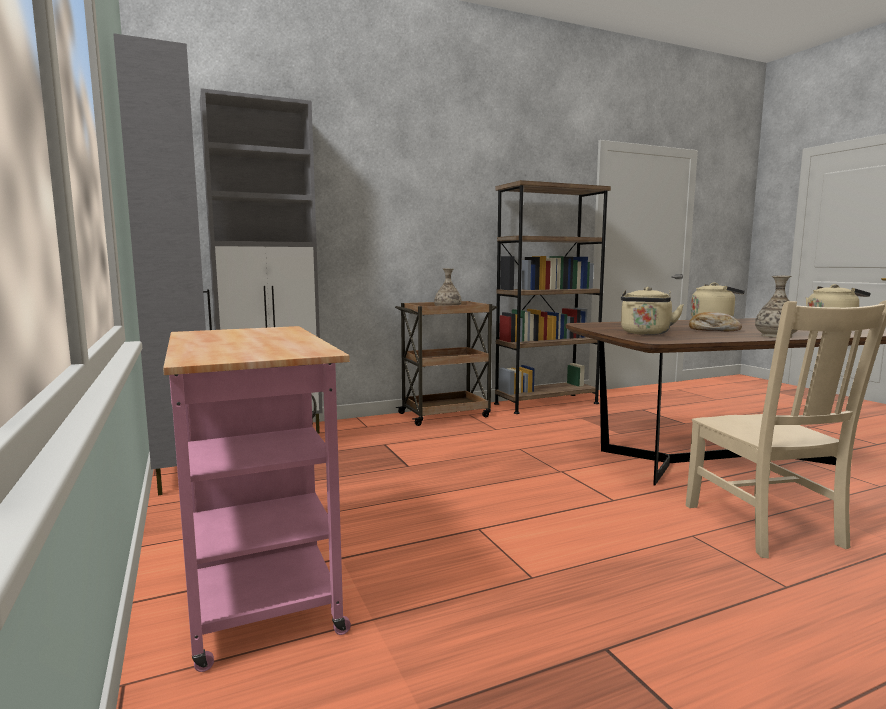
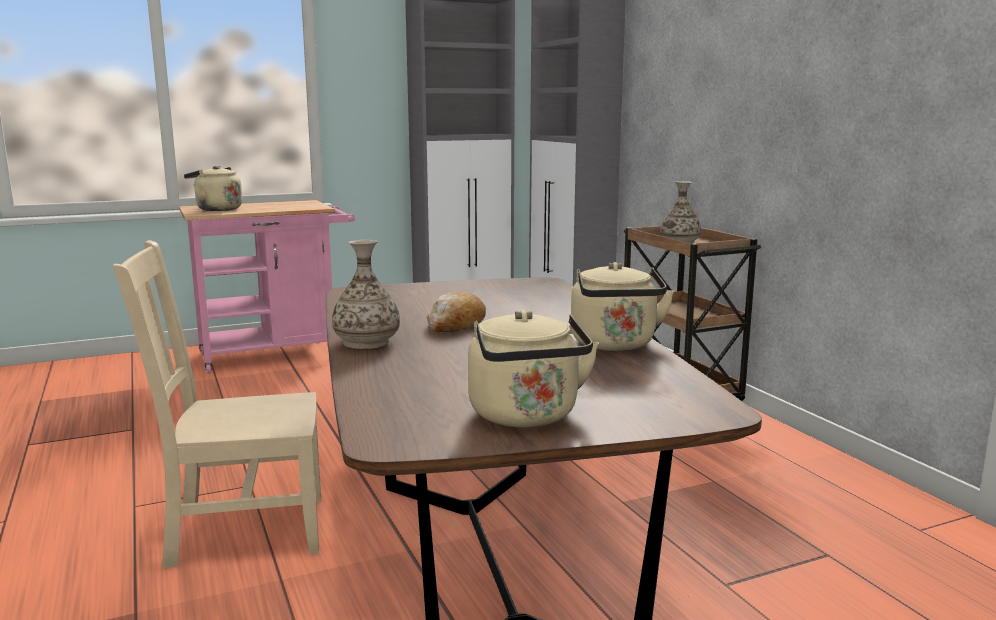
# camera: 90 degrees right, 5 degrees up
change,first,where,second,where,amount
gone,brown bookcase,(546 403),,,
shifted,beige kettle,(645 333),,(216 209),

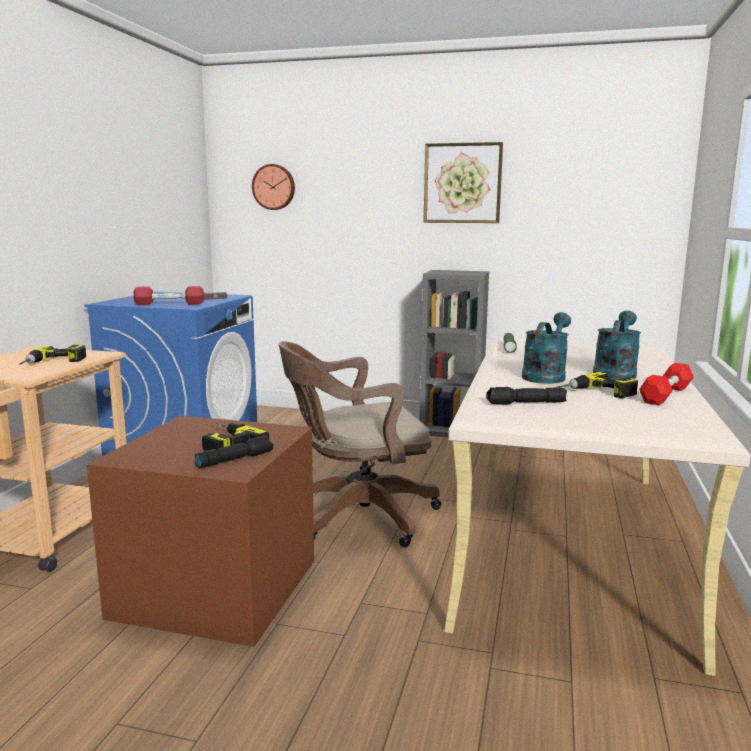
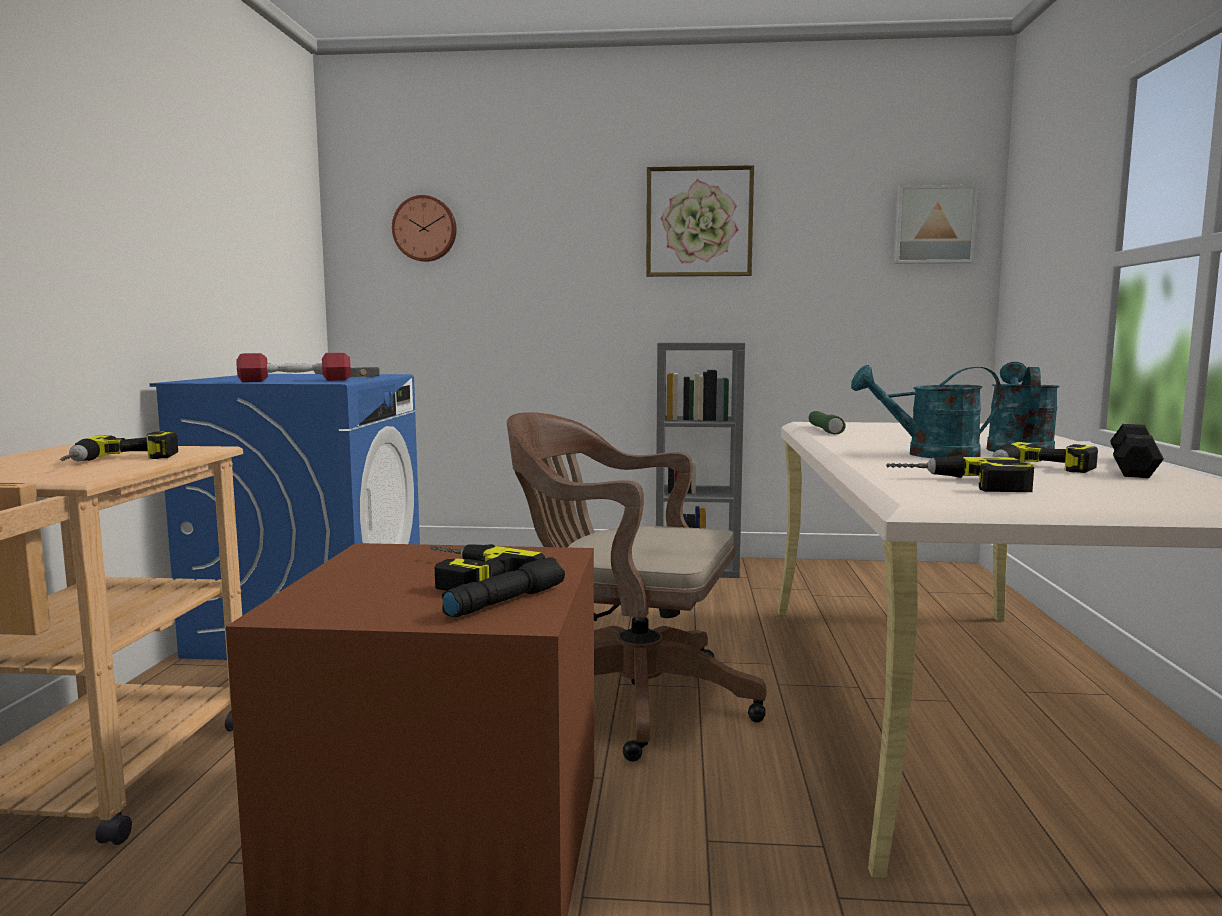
# camera: 10 degrees left, 5 degrees down
change,first,where,second,where,amount
new,,,picture,(933 225),
swapped,black flashlight,(525 404),power drill,(962 484),
repainted,red dumbbell,(666 395),black dumbbell,(1133 467),
rotated,brown office chair,(356 516),,(626 698),45 degrees clockwise
rotated,turquoise watering can,(545 376),,(930 455),105 degrees counterclockwise

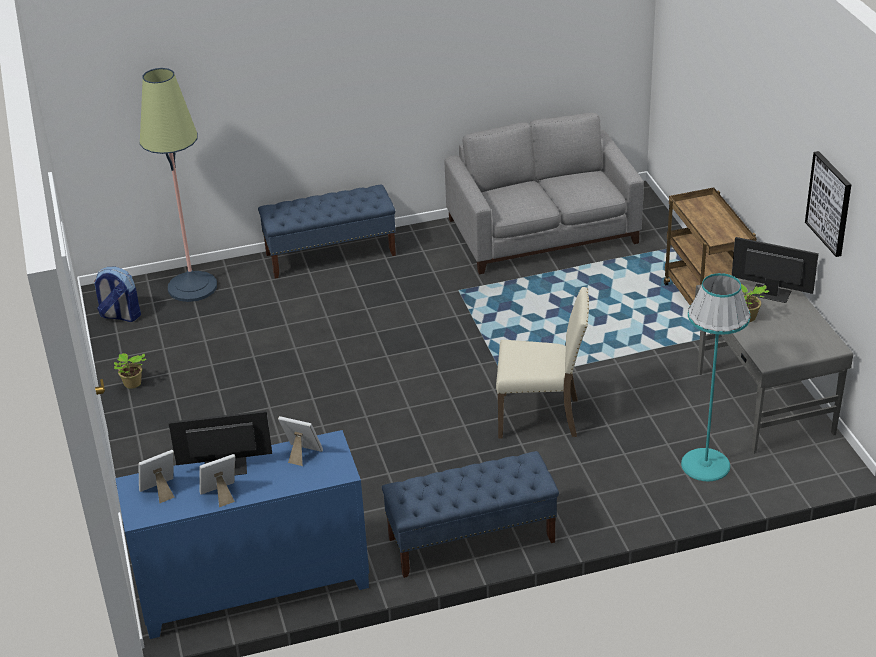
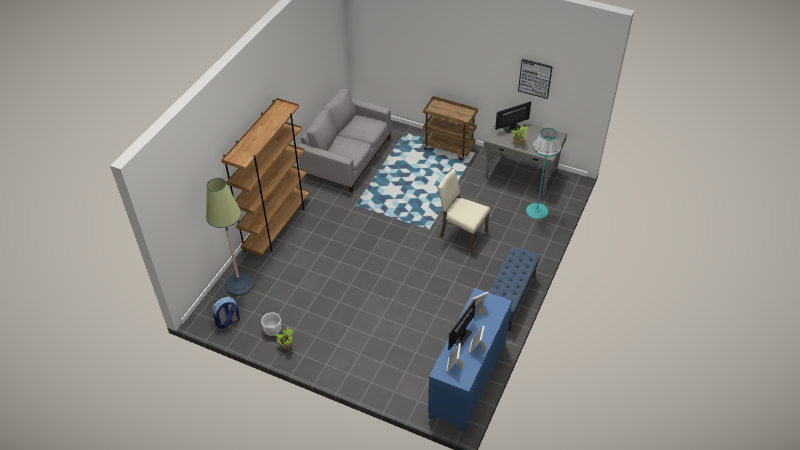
# camera: 50 degrees left, 10 degrees up
change,first,where,second,where,amount
new,,,white planter,(273 330),
swapped,blue bench,(331 254),brown bookcase,(277 226),
rotated,beige chair,(541 416),,(461 234),105 degrees counterclockwise

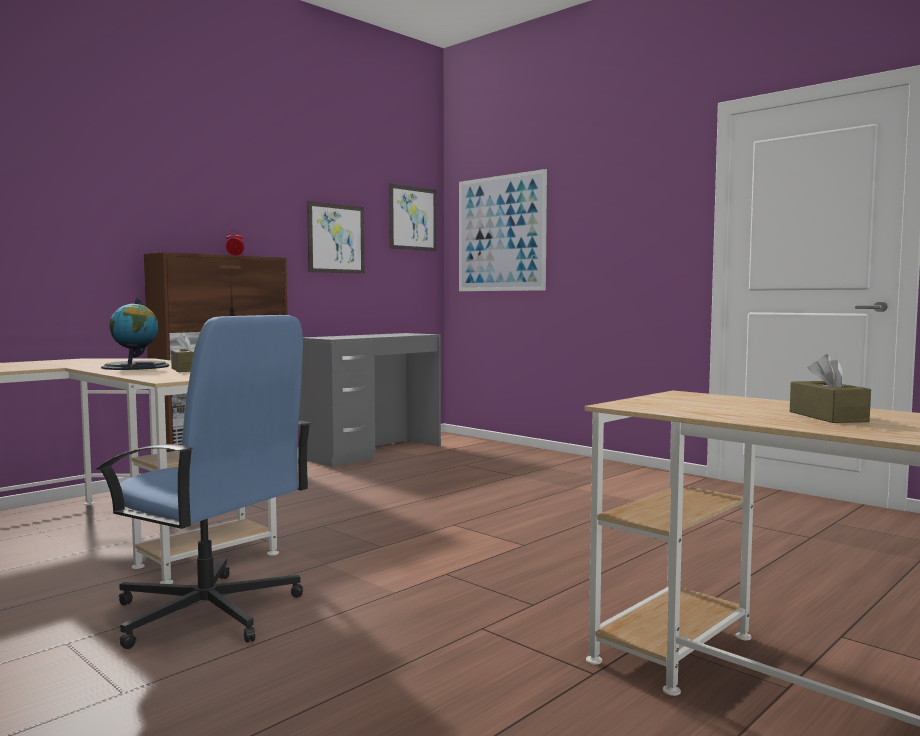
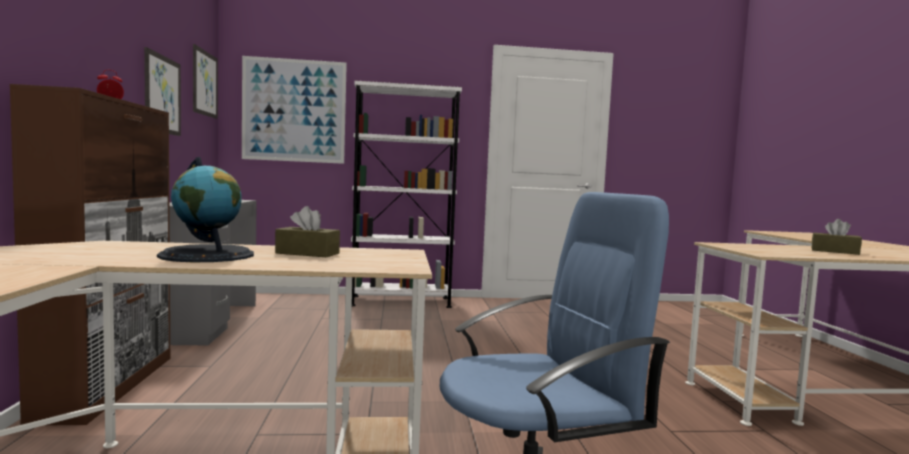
# camera: 50 degrees left, 0 degrees up
change,first,where,second,where,amount
new,,,white bookcase,(401 301),

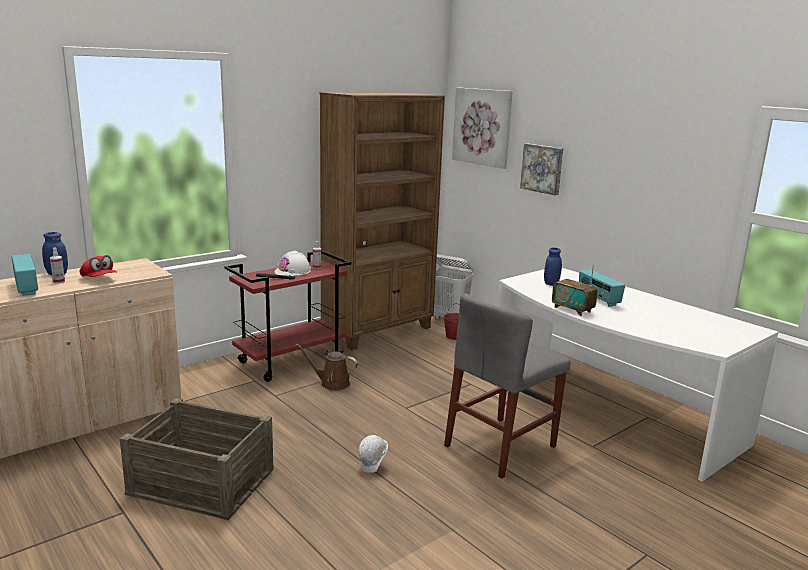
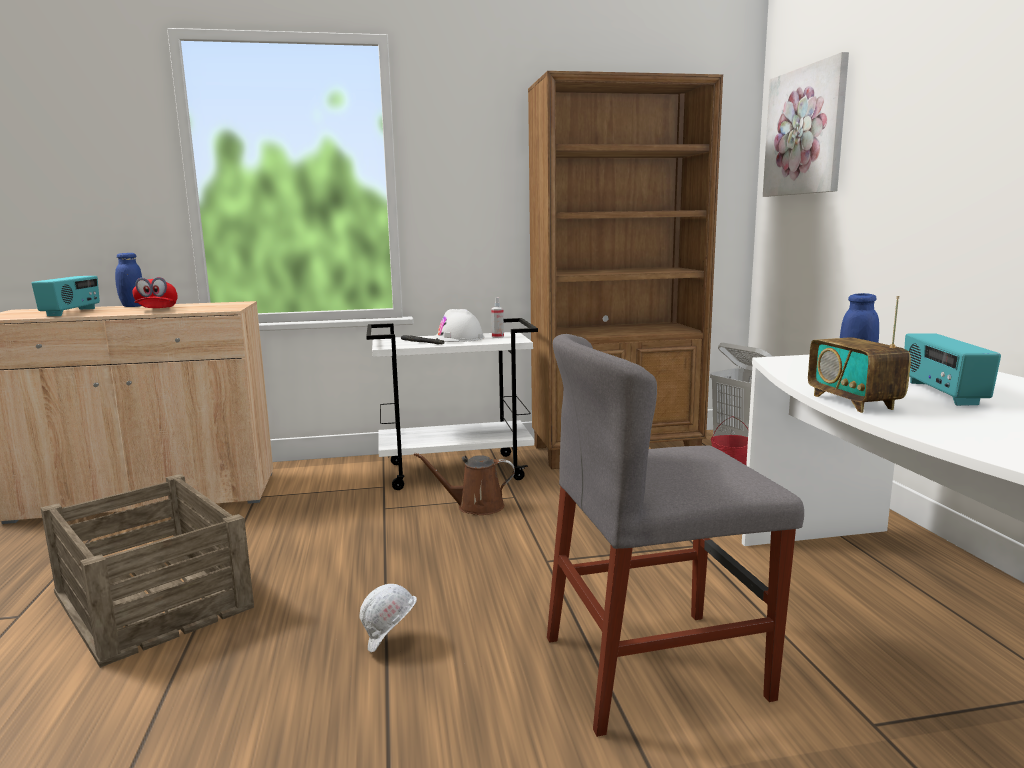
# camera: 30 degrees right, 5 degrees down
change,first,where,second,where,amount
gone,spray bottle,(59 281),,,
gone,picture,(542 168),,,
repainted,red cart,(291 361),white cart,(456 471),
rotated,brown watering can,(332 383),,(475 507),45 degrees counterclockwise

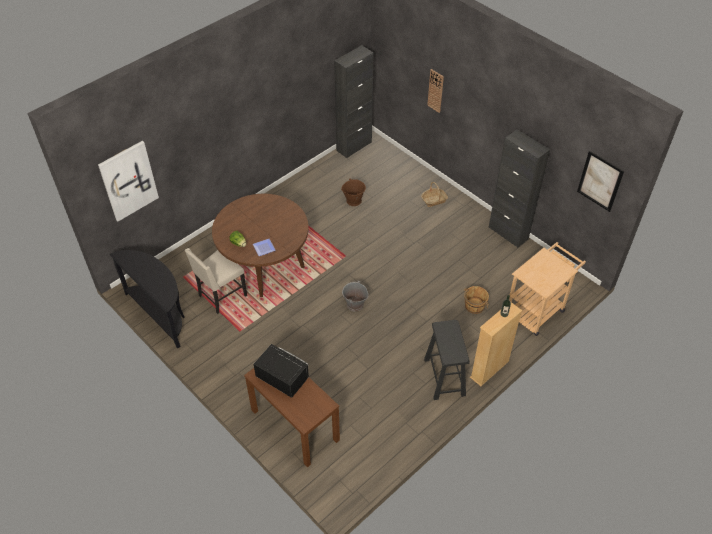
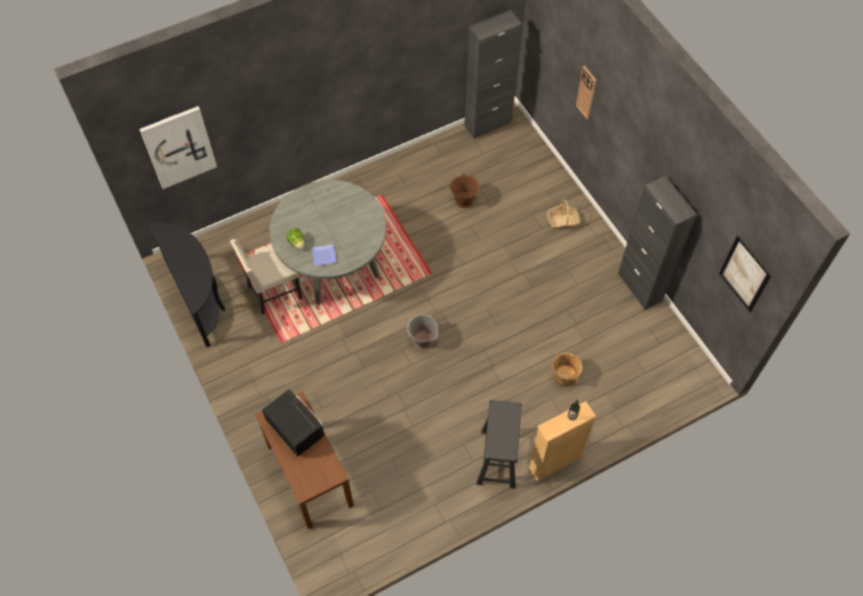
# camera: 15 degrees right, 10 degrees up
change,first,where,second,where,amount
gone,beige cart,(538 309),,,
repainted,brown dining table,(265 266),grey dining table,(334 265),

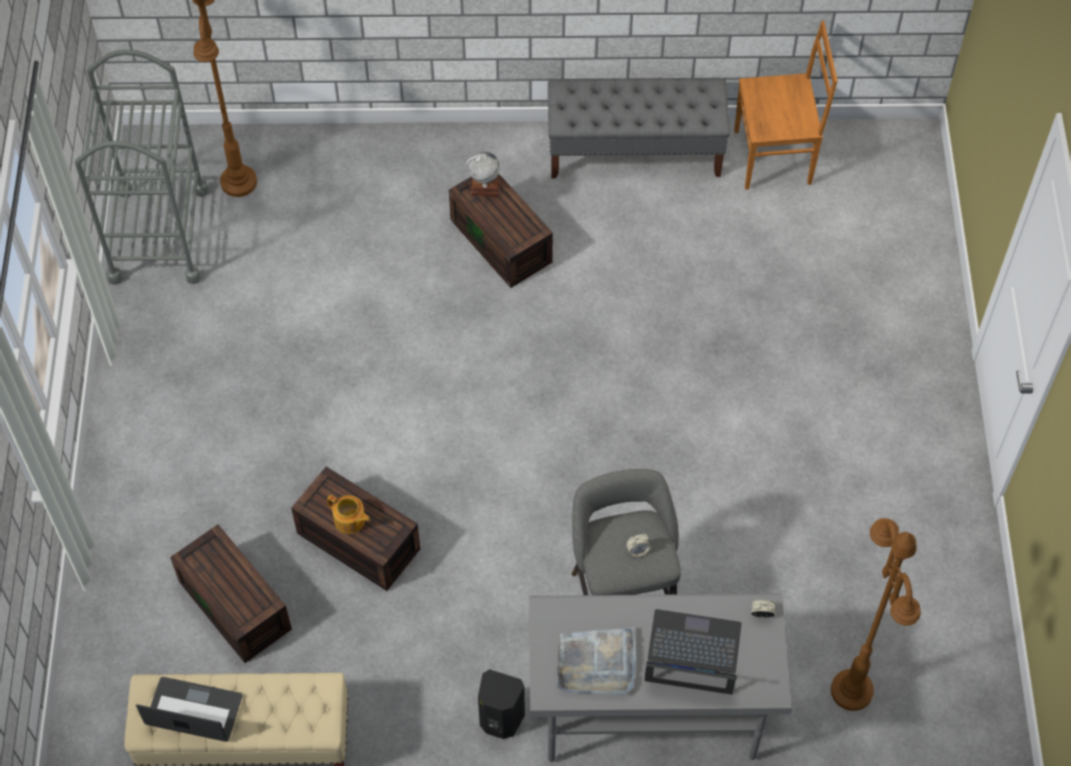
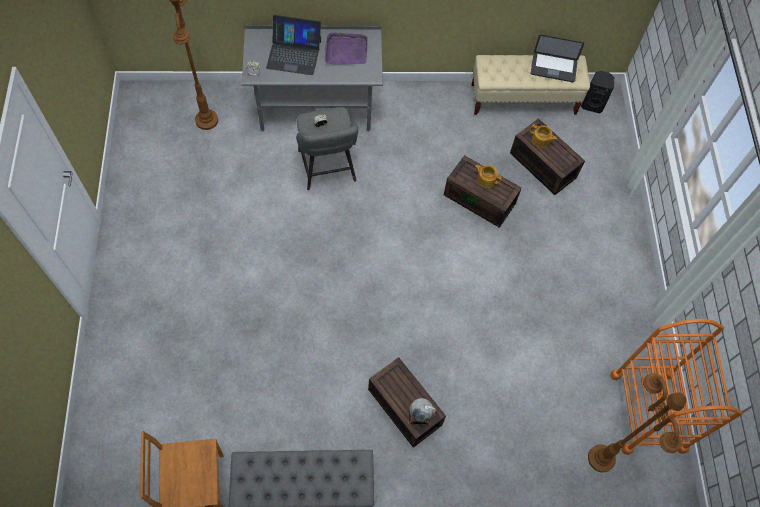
# camera: 175 degrees right, 5 degrees up
change,first,where,second,where,amount
new,,,teapot,(541 140),
shifted,black speaker,(500 720),,(592 104),
repainted,grey cart,(158 234),orange cart,(648 411),
repainted,grey tray,(596 663),purple tray,(345 50),

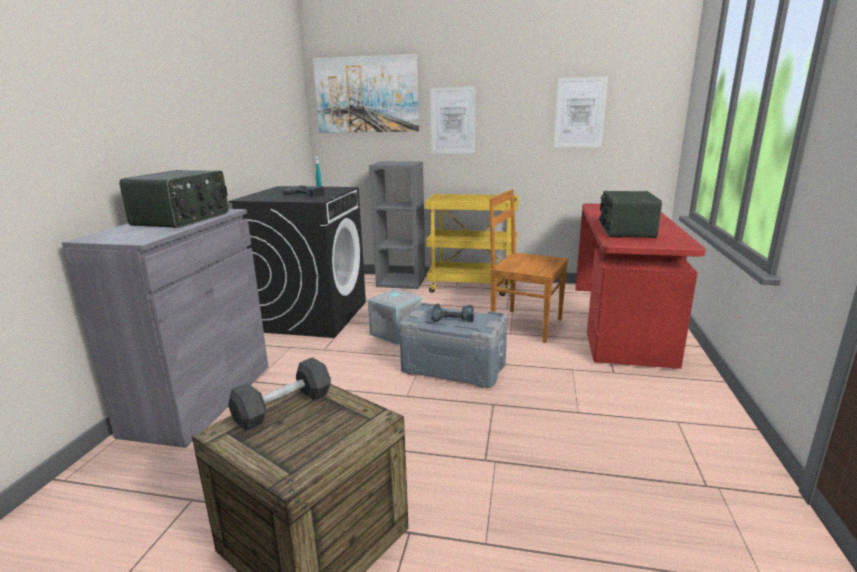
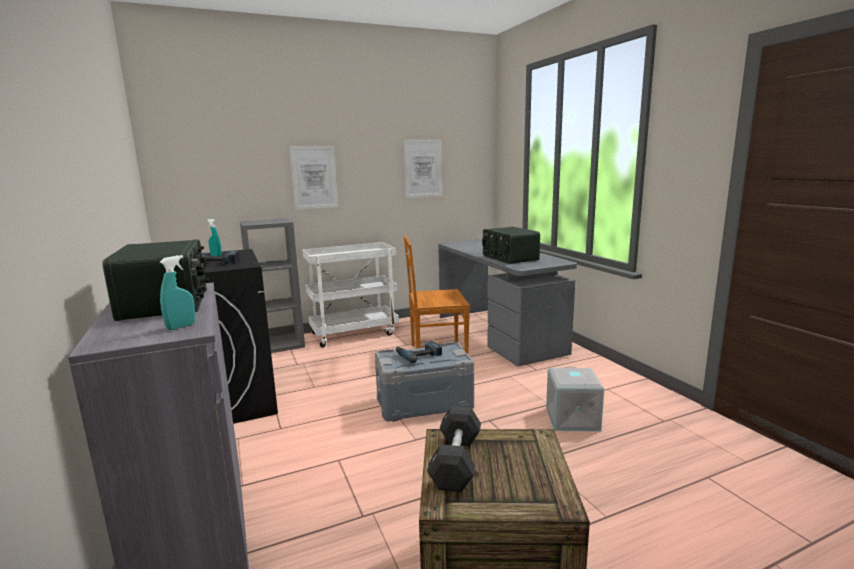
# camera: 35 degrees left, 5 degrees down
change,first,where,second,where,amount
gone,picture,(366 95),,,
new,,,turquoise spray bottle,(181 326),
shifted,grey storage box,(395 332),,(571 418),
repainted,yellow cart,(472 287),white cart,(354 333),
repainted,red desk,(620 322),grey desk,(498 334),

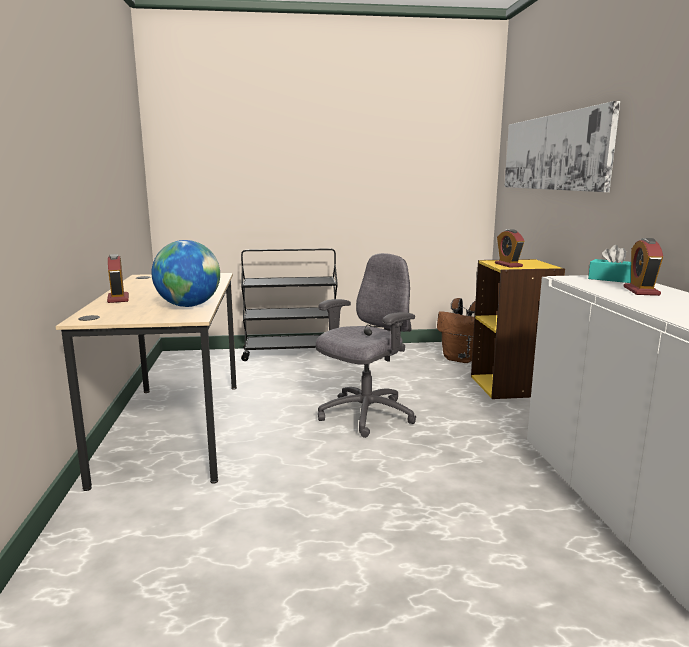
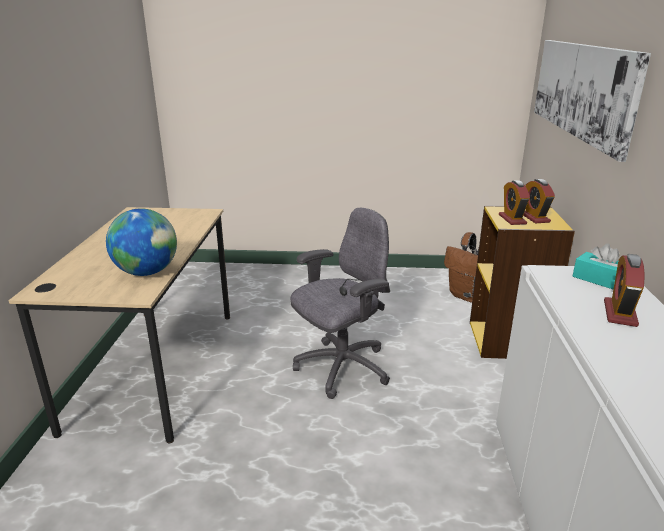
# camera: 10 degrees right, 10 degrees up
change,first,where,second,where,amount
gone,black cart,(291 353),,,
shifted,alarm clock,(118 298),,(535 218),

